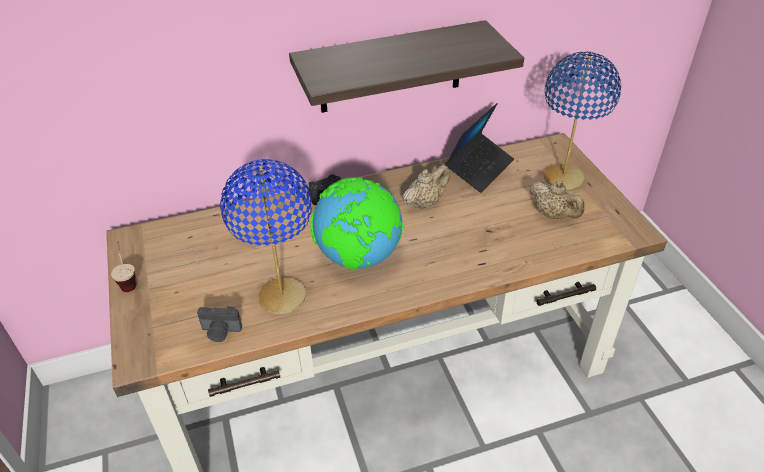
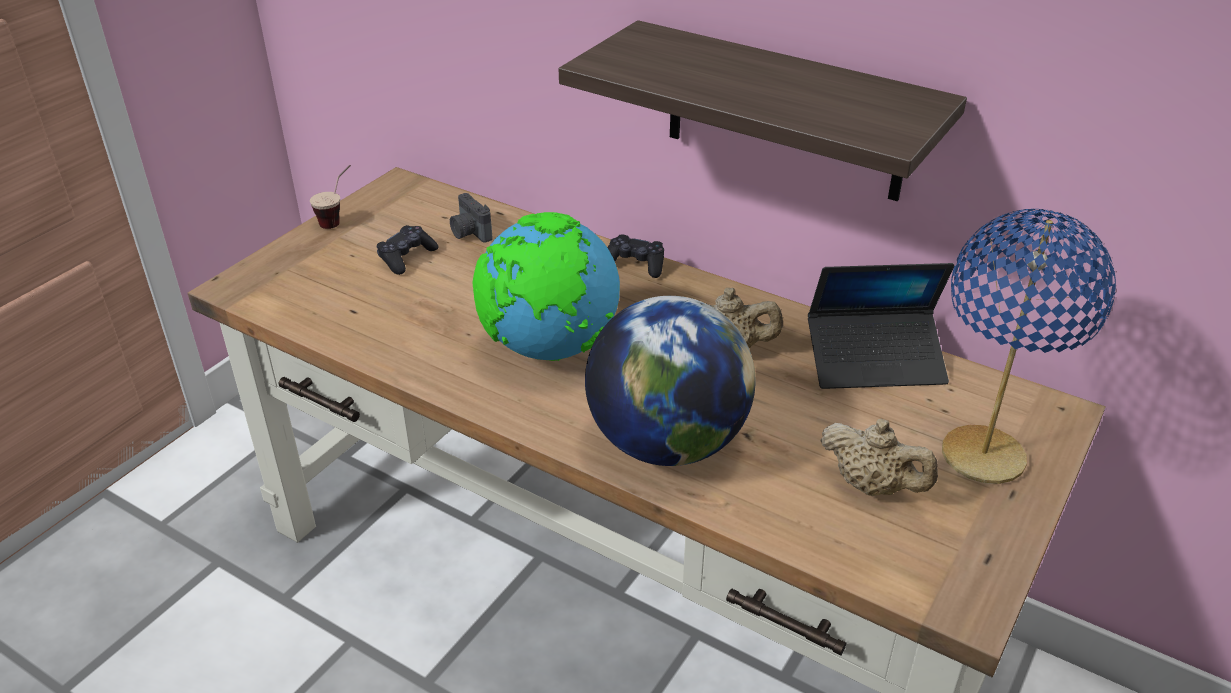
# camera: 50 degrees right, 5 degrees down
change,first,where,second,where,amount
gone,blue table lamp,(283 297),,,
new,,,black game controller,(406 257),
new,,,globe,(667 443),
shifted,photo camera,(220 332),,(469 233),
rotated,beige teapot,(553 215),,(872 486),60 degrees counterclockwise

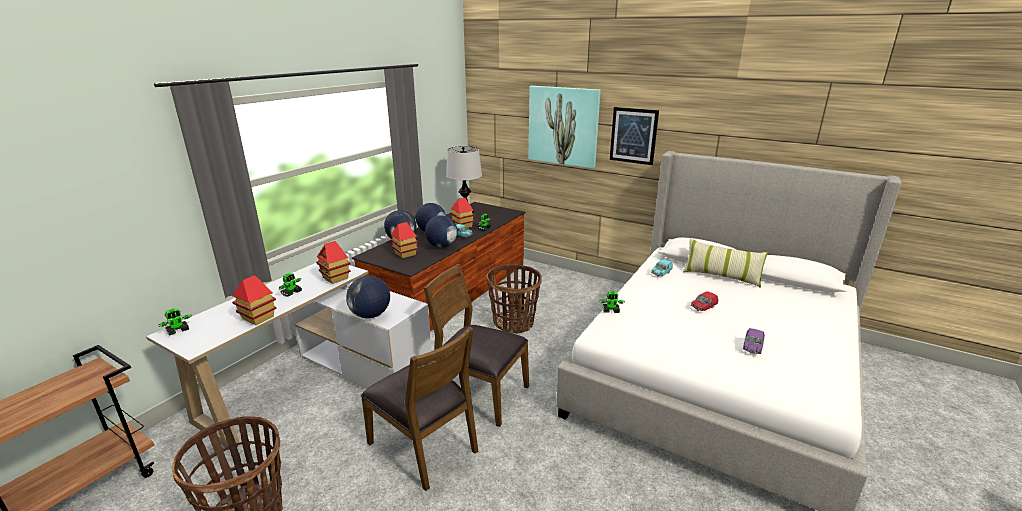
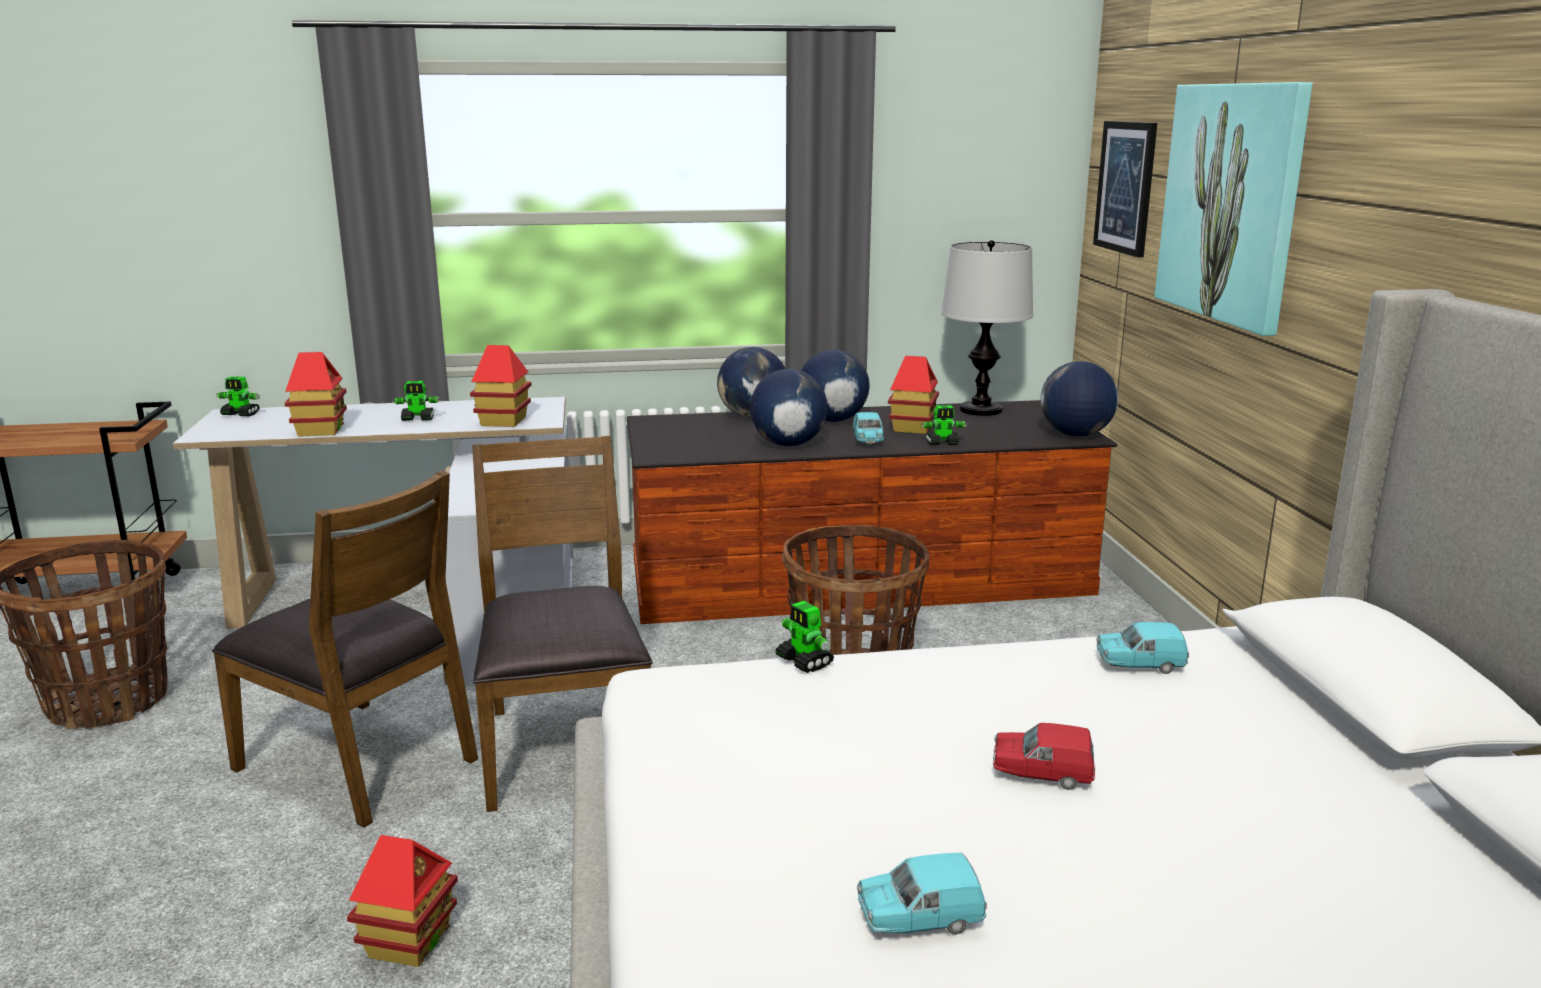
# camera: 50 degrees right, 5 degrees down
change,first,where,second,where,amount
gone,pillow,(721 276),,,
shifted,globe,(370 315),,(1075 435),
shifted,toy house,(405 254),,(409 941),
shifted,picture,(633 135),,(1126 187),
repainted,purple toy car,(752 348),turquoise toy car,(919 920),
rotated,brown chair,(424 446),,(360 762),60 degrees counterclockwise

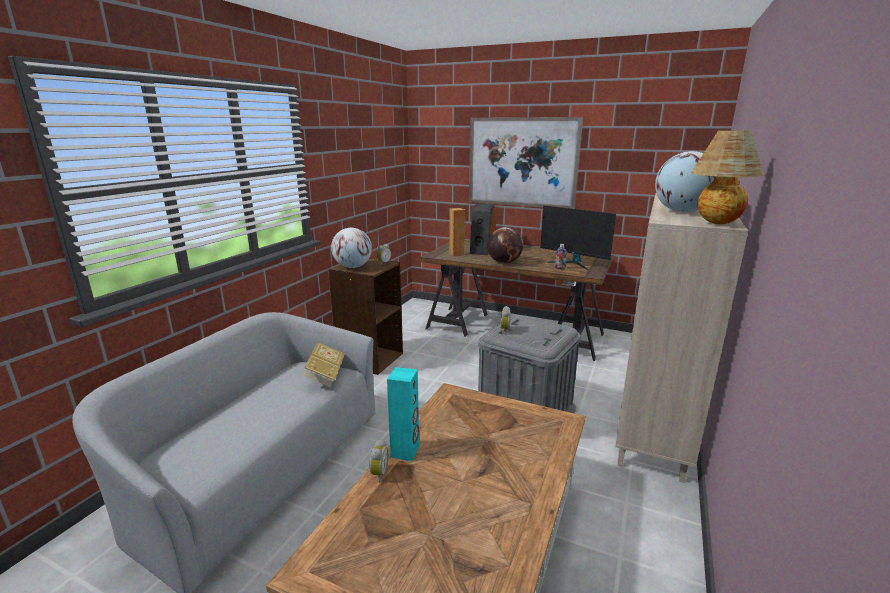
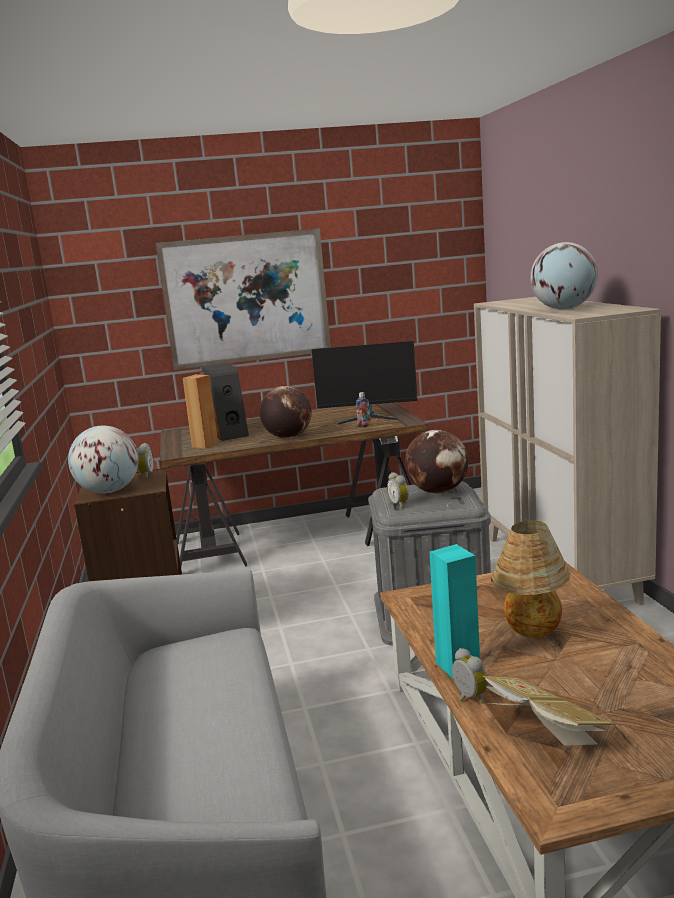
# camera: 35 degrees left, 5 degrees down
change,first,where,second,where,amount
new,,,globe,(438 491),
shifted,book,(325 375),,(544 731),
shifted,table lamp,(716 223),,(531 635),

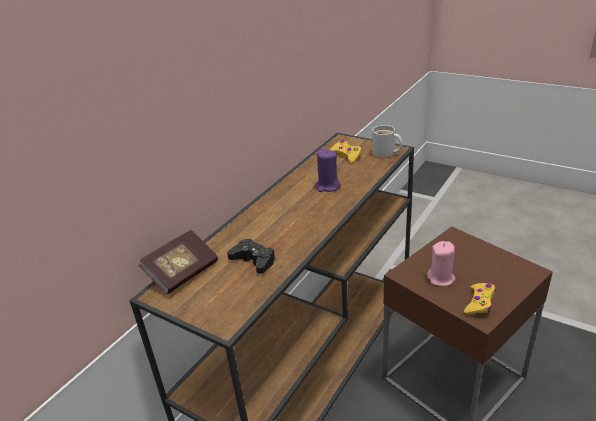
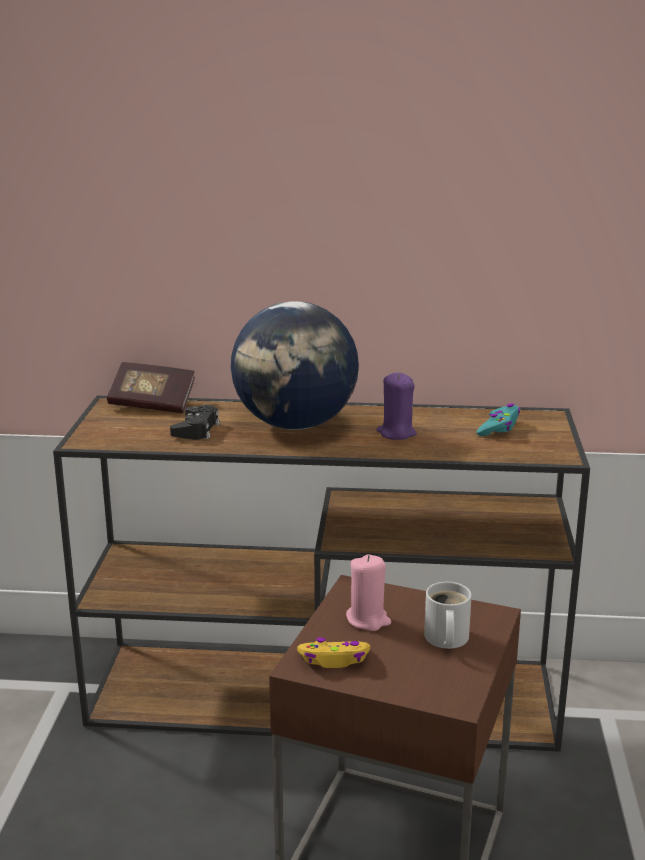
# camera: 60 degrees right, 10 degrees down
change,first,where,second,where,amount
new,,,globe,(296 425),
shifted,white mug,(385 153),,(445 639),
repainted,yellow game controller,(346 156),turquoise game controller,(498 428),

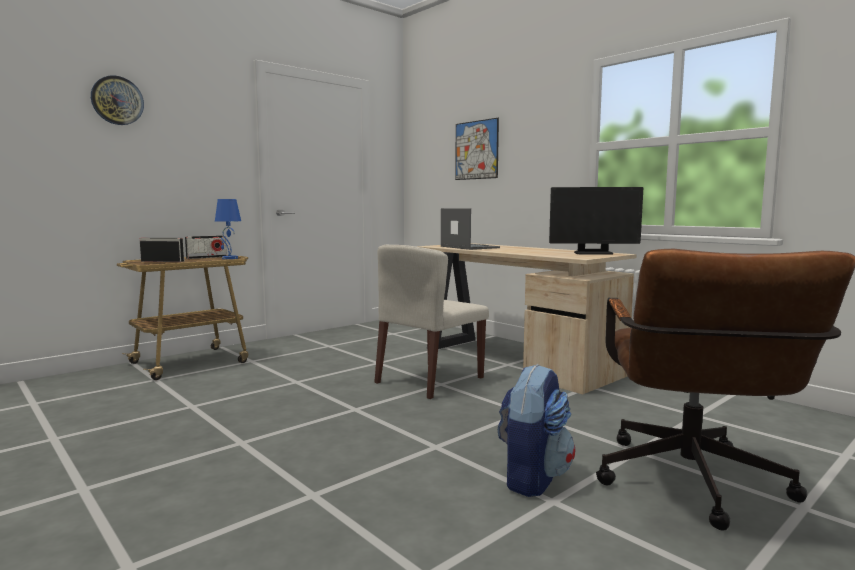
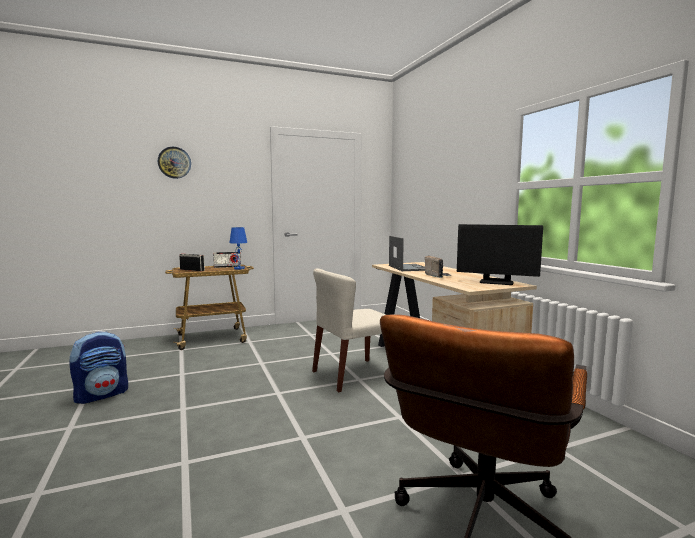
# camera: 20 degrees right, 0 degrees up
change,first,where,second,where,amount
gone,picture,(476 150),,,
new,,,radio,(437 276),
shifted,backpack,(532 477),,(102 395),

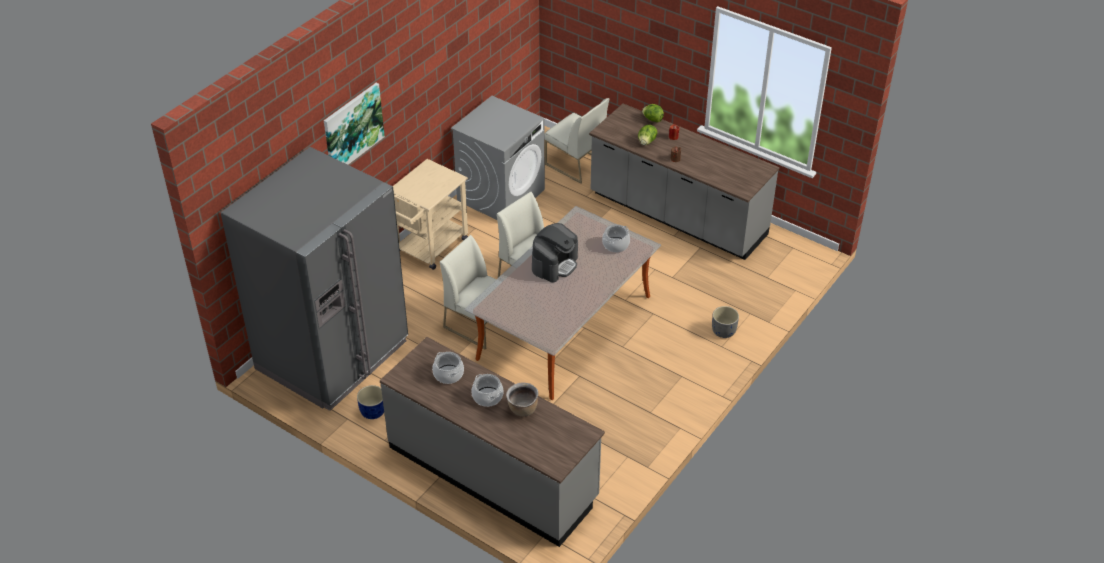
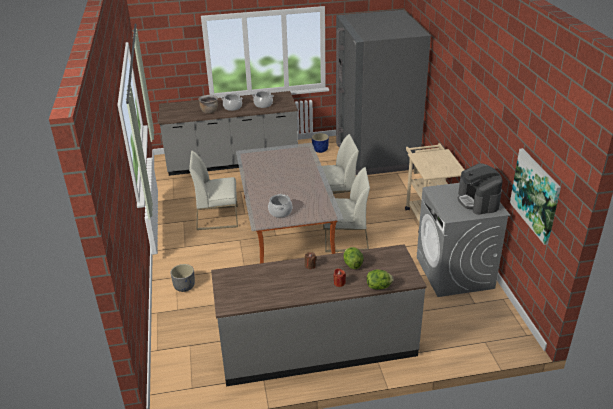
# camera: 135 degrees right, 10 degrees down
change,first,where,second,where,amount
shifted,picture,(353 128),,(535 195),
shifted,coffee machine,(555 264),,(478 201),
shifted,white chair,(576 163),,(218 217),

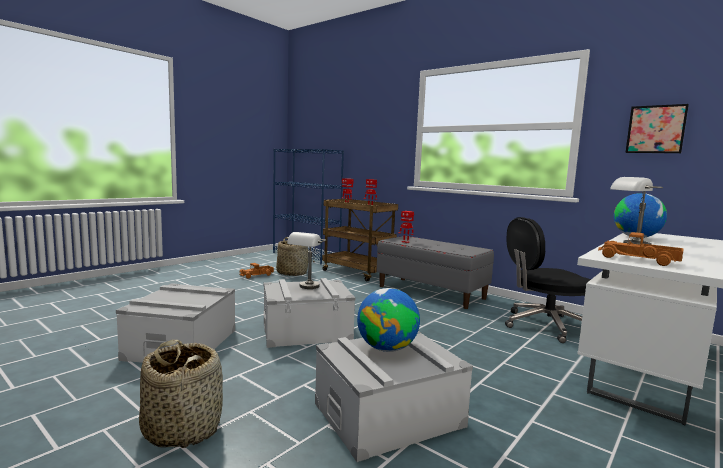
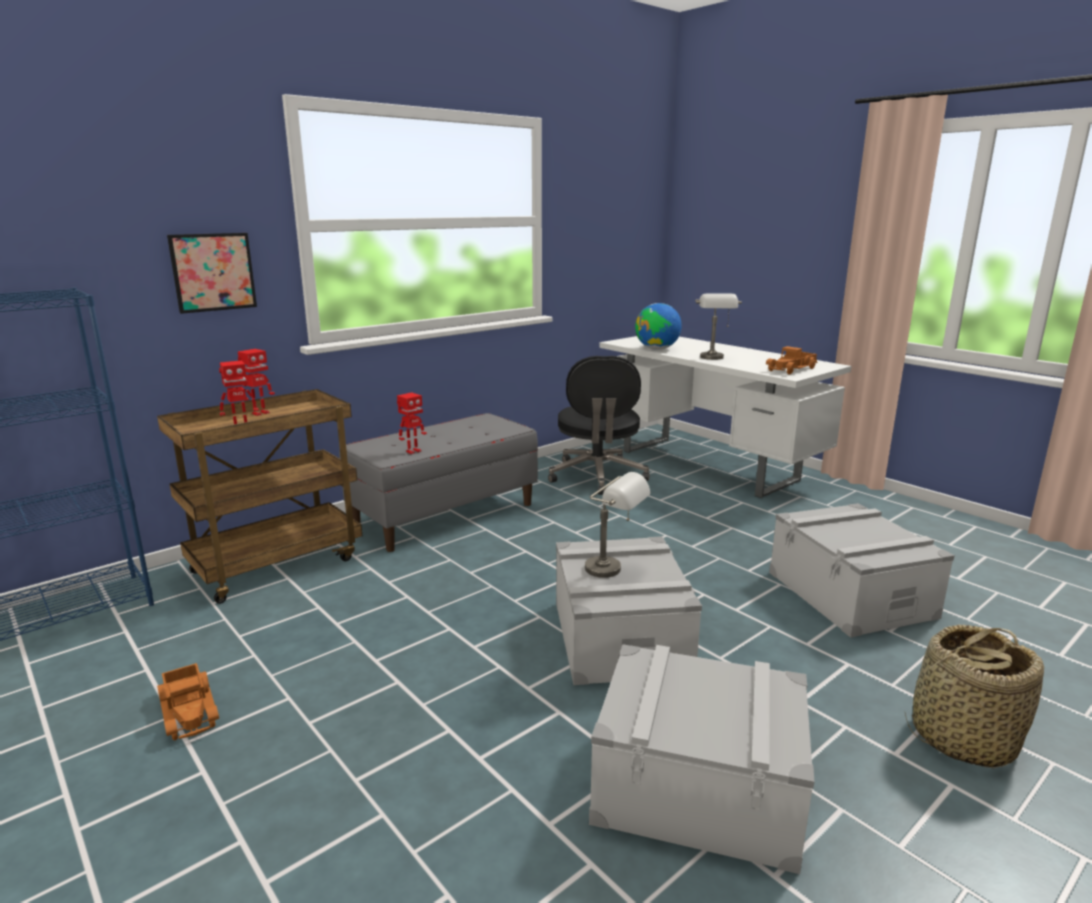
# camera: 80 degrees left, 10 degrees up
change,first,where,second,where,amount
gone,basket,(292 273),,,
gone,globe,(387 348),,,
shifted,picture,(655 129),,(213 272),

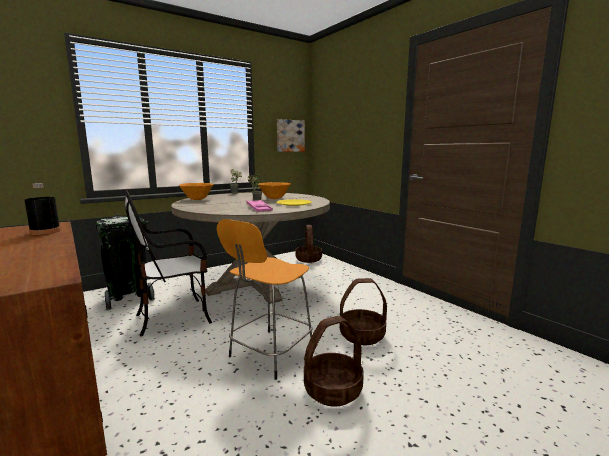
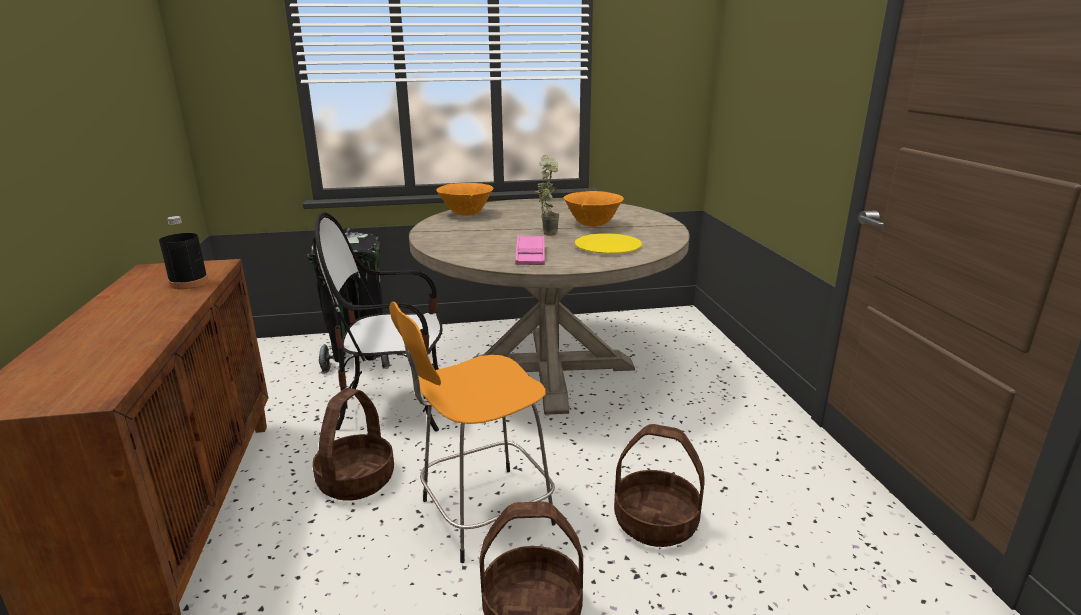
# camera: 25 degrees right, 10 degrees up
change,first,where,second,where,amount
gone,picture,(290 136),,,
shifted,basket,(308 259),,(356 480),

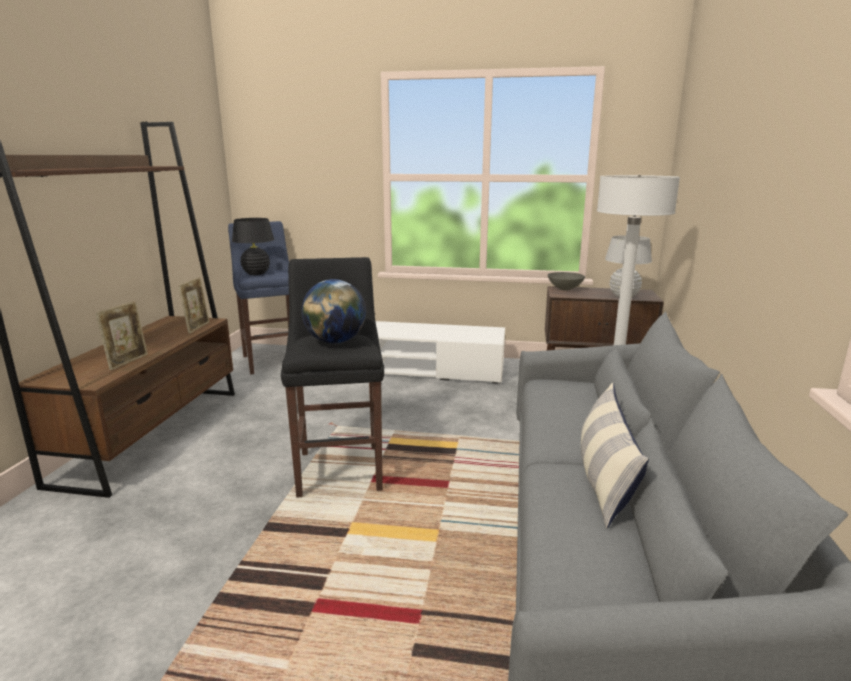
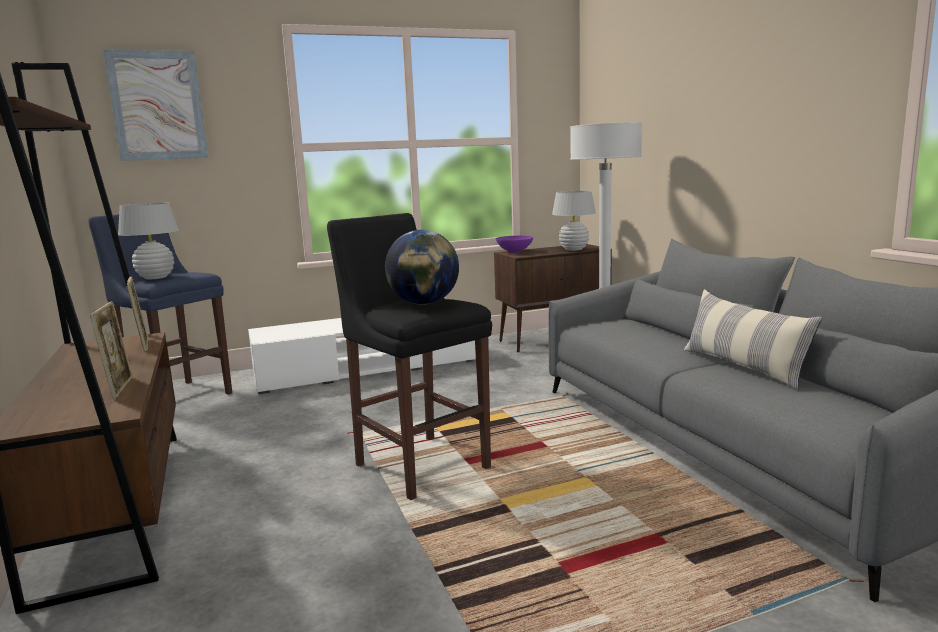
# camera: 30 degrees left, 5 degrees down
change,first,where,second,where,amount
new,,,picture,(157 106),
repainted,black table lamp,(256 273),white table lamp,(156 277),
repainted,grey bowl,(564 289),purple bowl,(514 252),

